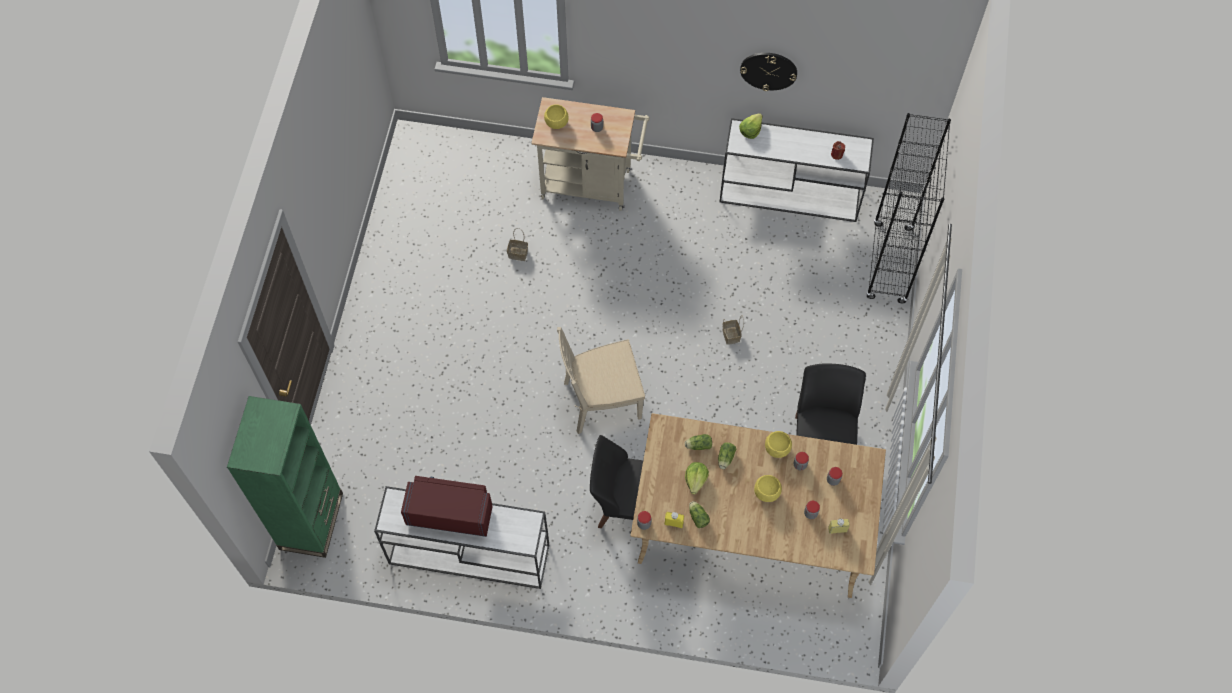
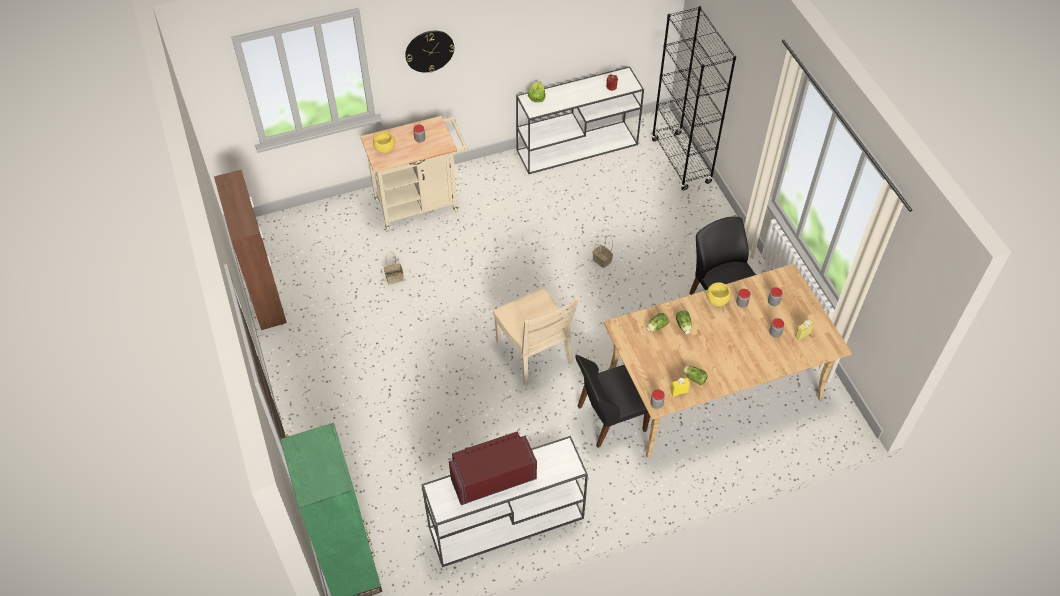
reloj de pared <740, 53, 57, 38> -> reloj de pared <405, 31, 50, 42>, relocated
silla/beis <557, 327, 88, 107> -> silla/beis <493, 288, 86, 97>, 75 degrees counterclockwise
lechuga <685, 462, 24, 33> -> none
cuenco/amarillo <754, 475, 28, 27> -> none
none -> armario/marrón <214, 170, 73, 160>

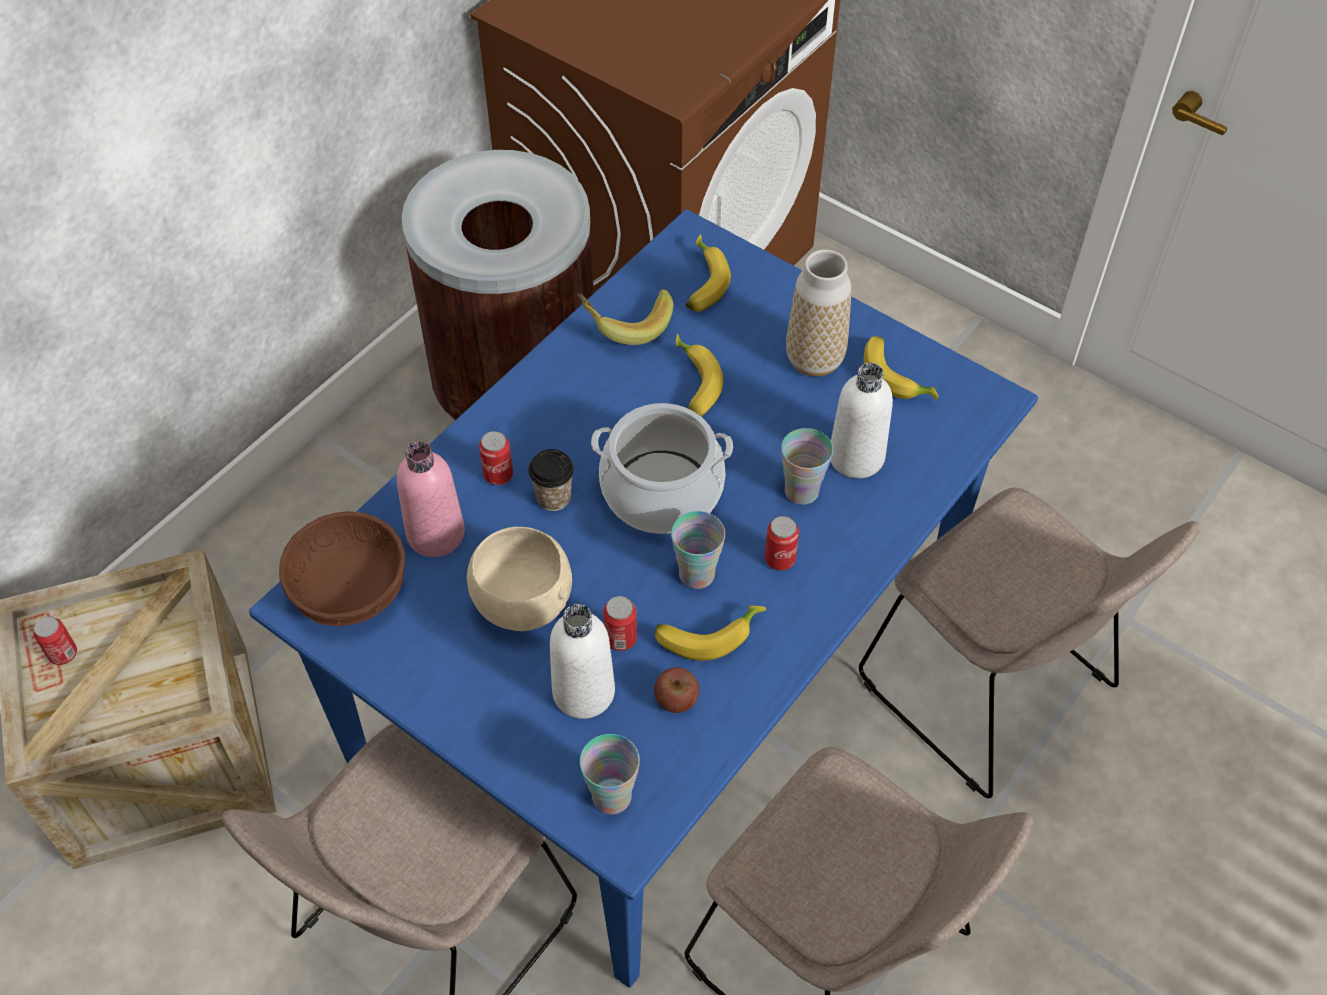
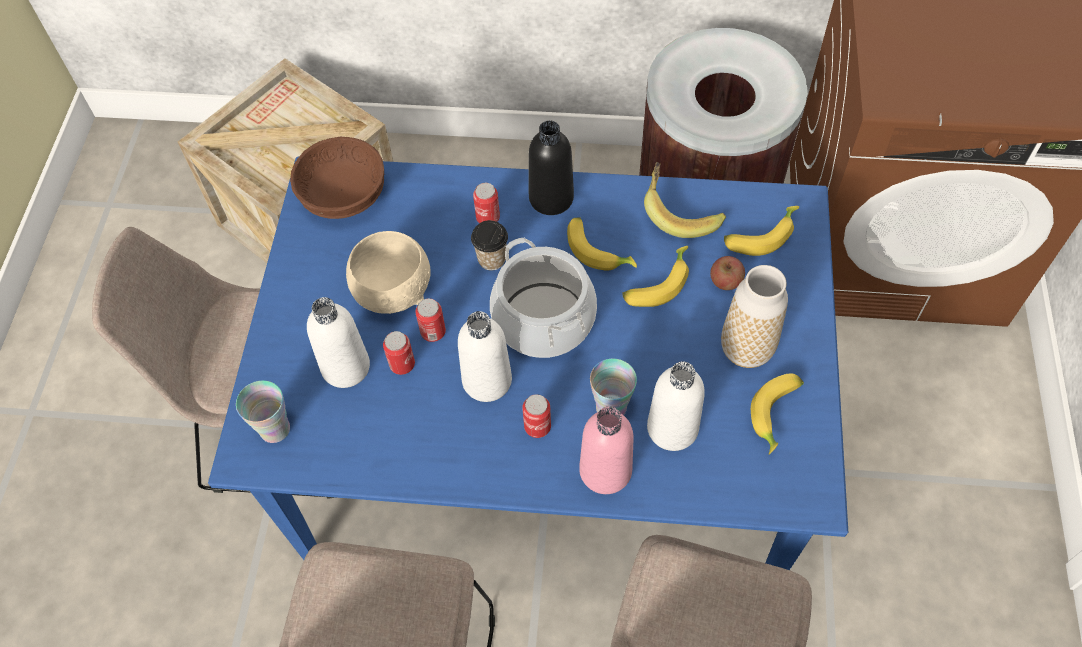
botella/rosa <397, 441, 68, 116> -> botella/rosa <579, 407, 55, 87>, relocated
taza <671, 511, 54, 78> -> botella/blanco <458, 311, 54, 91>
plátano <655, 606, 111, 55> -> plátano <567, 217, 70, 53>, relocated
lata <33, 616, 44, 49> -> lata <415, 298, 31, 44>, relocated
manzana <654, 667, 45, 46> -> manzana <710, 256, 35, 34>, relocated
none -> botella/negro <529, 120, 45, 95>

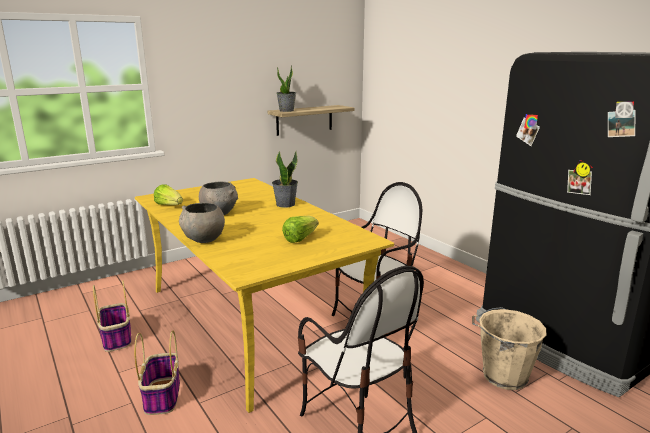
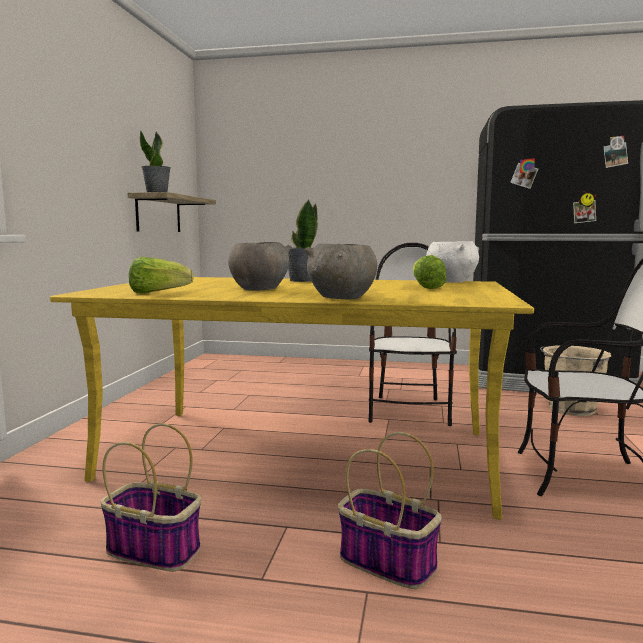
none -> cuenco/blanco <426, 241, 53, 41>

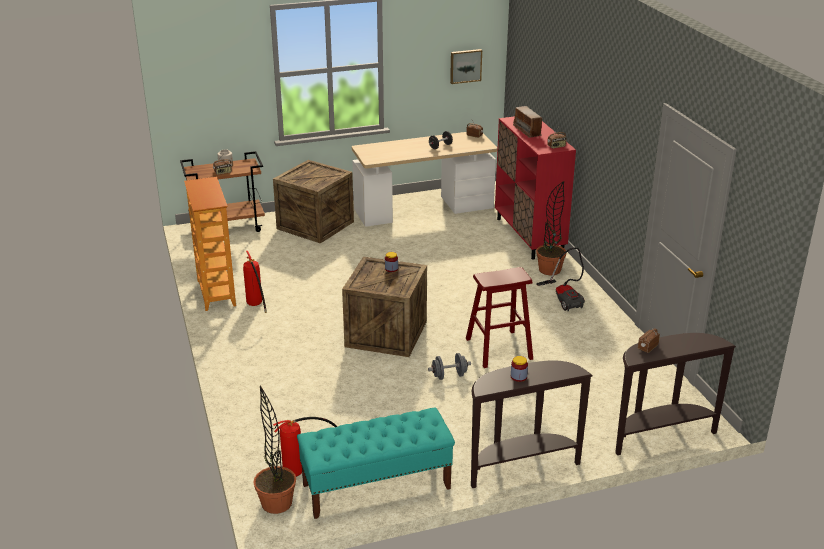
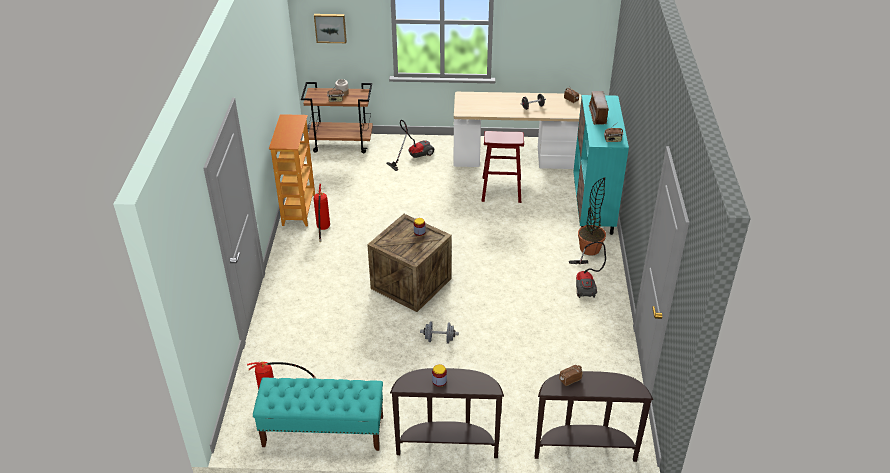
cuadro <450, 49, 32, 35> -> cuadro <314, 14, 33, 29>, relocated
armario/rojo <495, 116, 81, 144> -> armario/turquesa <573, 95, 56, 140>
caja de embalaje <273, 160, 81, 83> -> aspiradora <386, 120, 49, 51>
taburete/rojo <466, 267, 67, 101> -> taburete/rojo <482, 131, 42, 72>, relocated
planta en maceta <253, 386, 43, 128> -> none

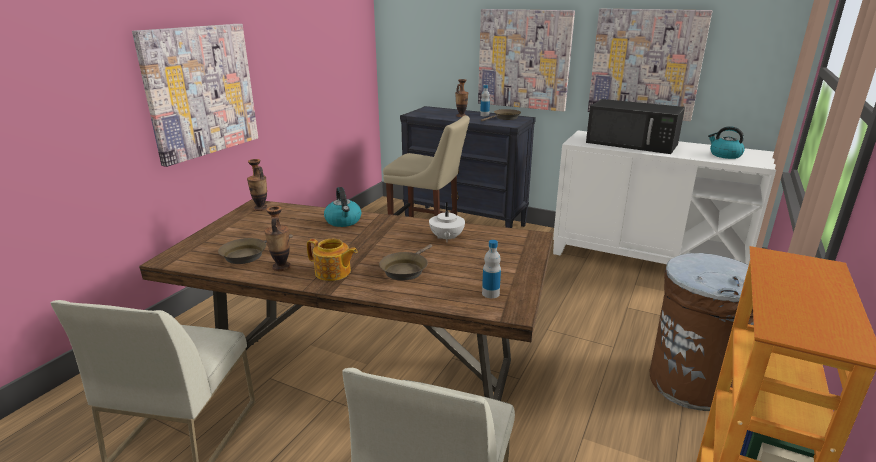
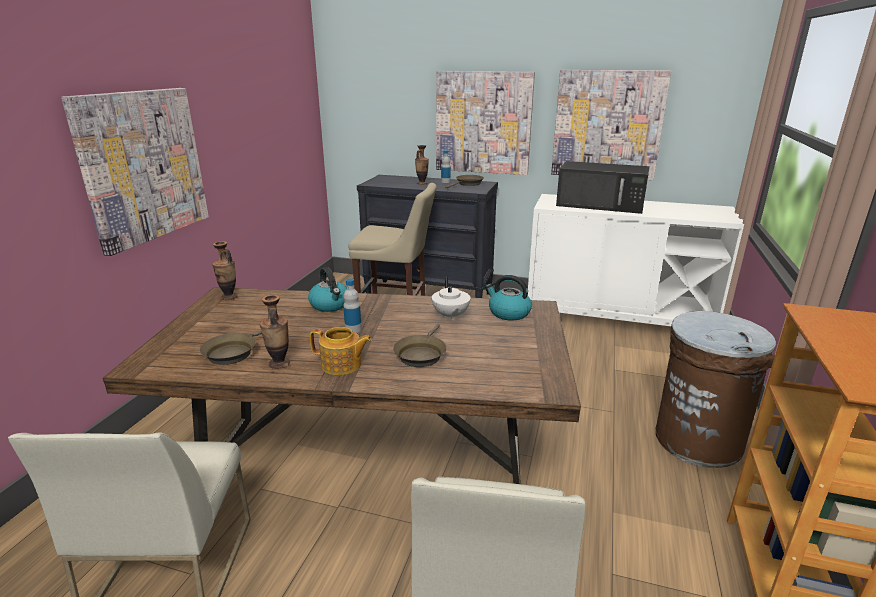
hervidor <708, 126, 37, 33> -> hervidor <485, 275, 47, 46>, relocated
botella <482, 240, 19, 58> -> botella <343, 278, 19, 55>, relocated

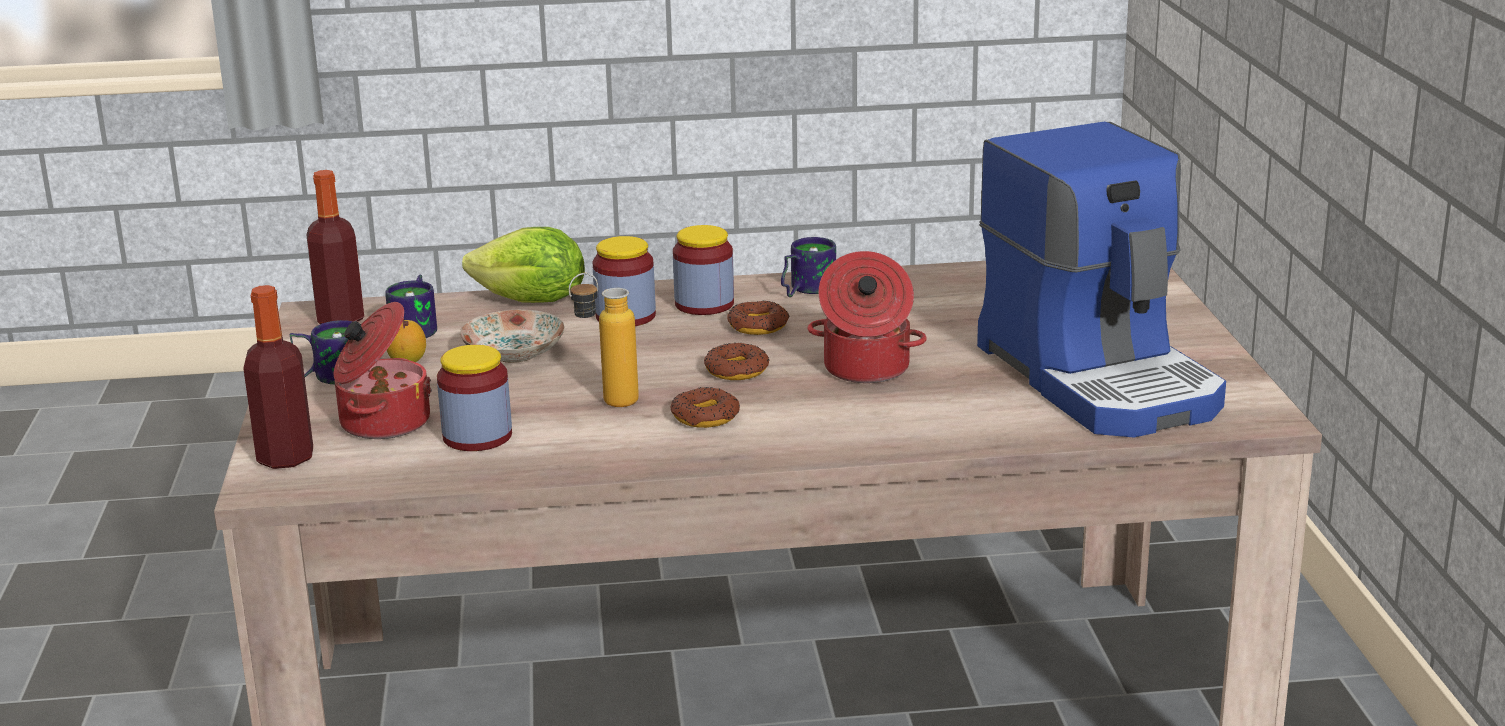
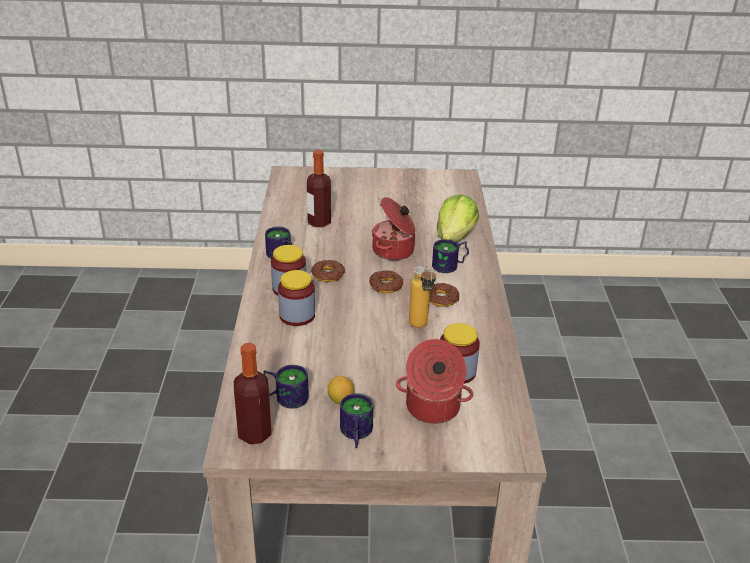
cafetera <977, 122, 249, 316> -> none
lechuga <462, 227, 123, 76> -> lechuga <437, 194, 42, 48>, relocated
botella <243, 285, 70, 184> -> botella <307, 150, 24, 77>, relocated
plato <460, 310, 105, 53> -> none
none -> taza grande <432, 239, 37, 34>

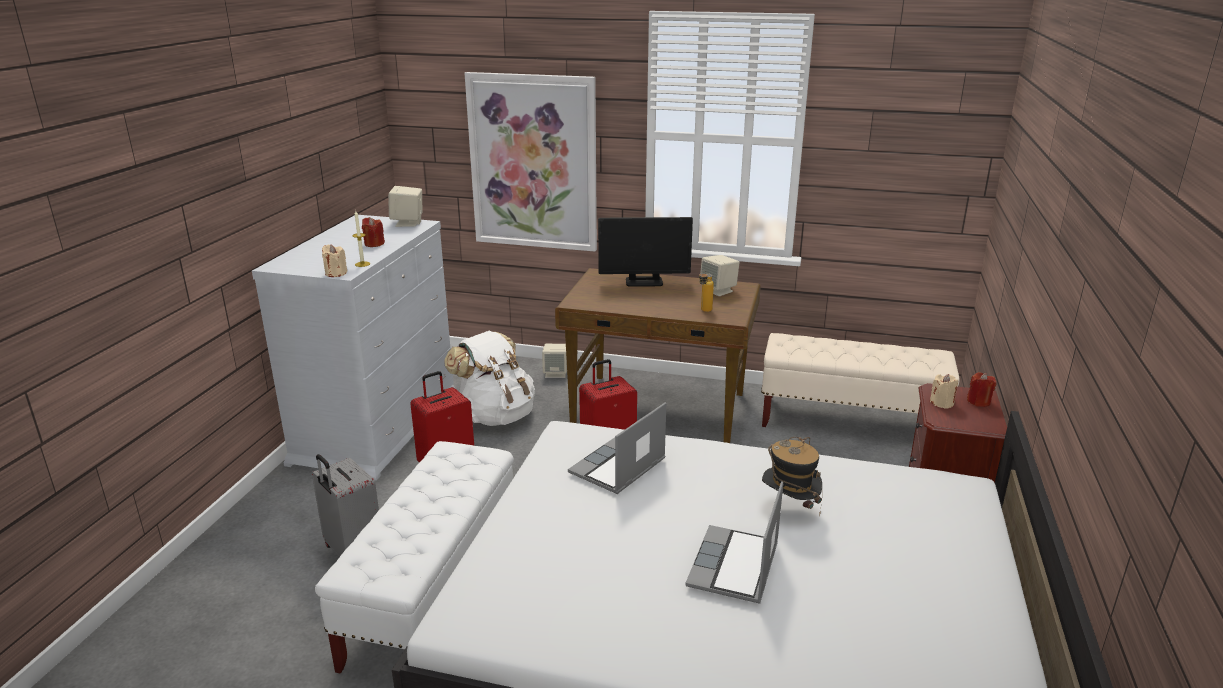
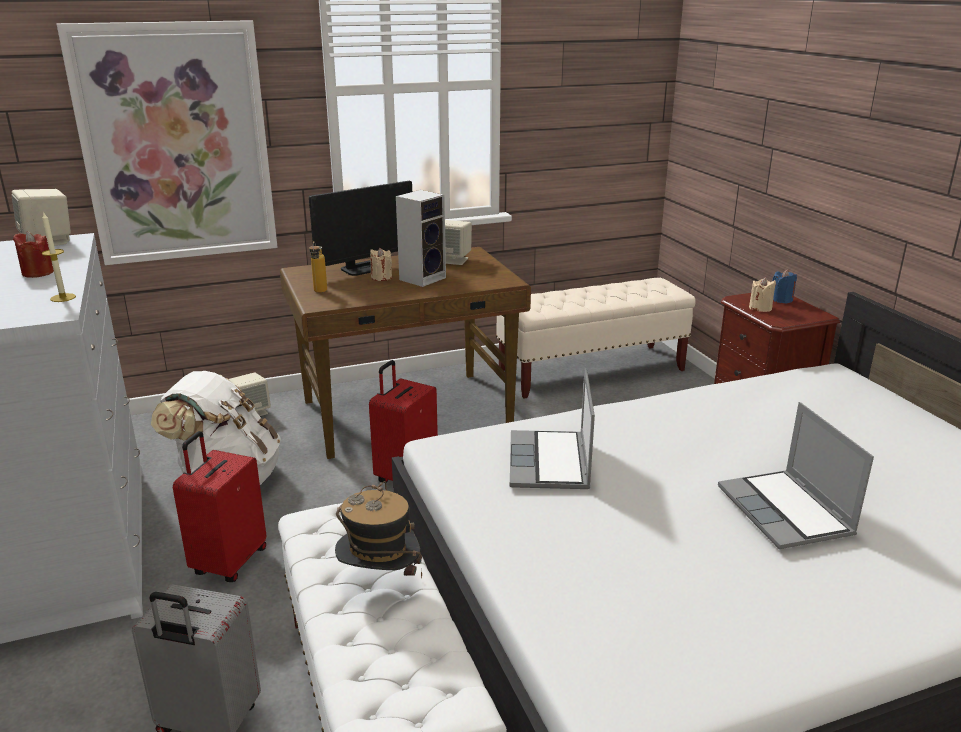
vela/beis <322, 245, 25, 32> -> vela/beis <370, 248, 22, 33>, relocated
botella <699, 270, 15, 42> -> botella <309, 241, 18, 52>, relocated
vela/rojo <967, 372, 29, 35> -> vela/azul <772, 270, 25, 34>
sombrero <762, 437, 60, 79> -> sombrero <335, 481, 87, 98>, relocated
none -> altavoz <396, 190, 50, 97>

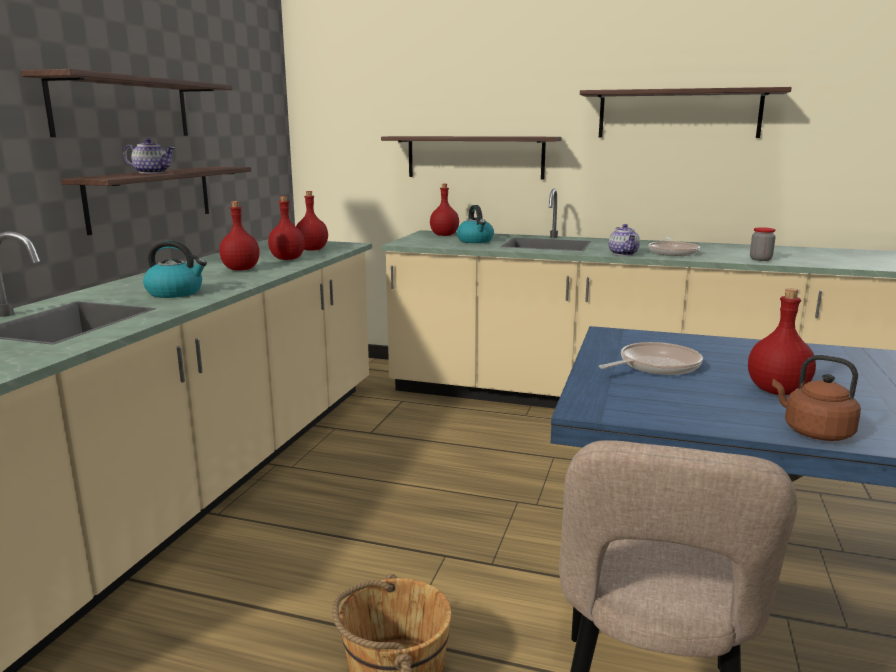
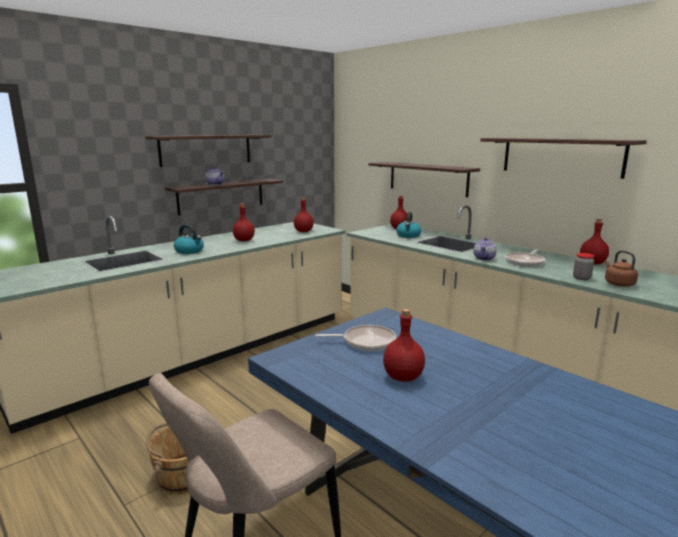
botella/rojo <268, 196, 37, 64> -> botella/rojo <580, 219, 29, 46>, relocated
hervidor/marrón <772, 355, 89, 86> -> hervidor/marrón <605, 250, 33, 37>, relocated

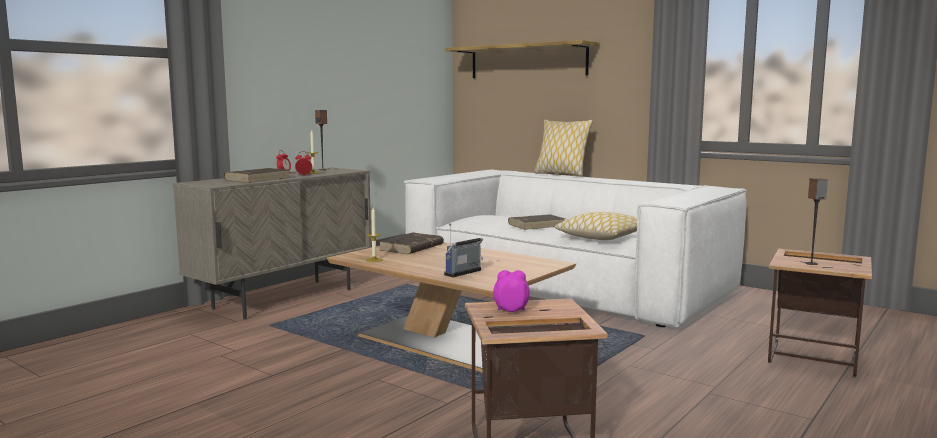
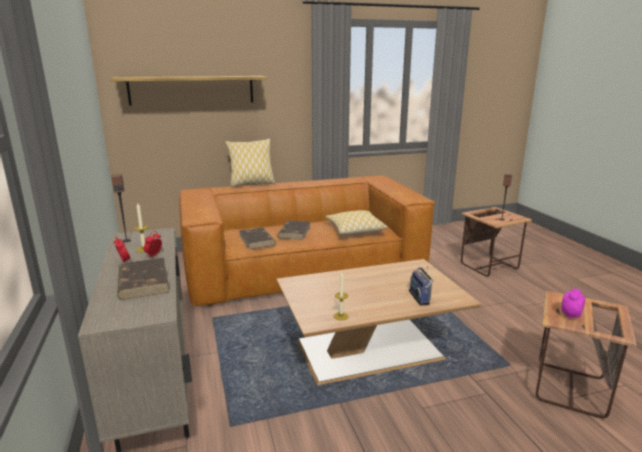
sofá/blanco <404, 169, 343, 158> -> sofá/marrón <179, 175, 256, 131>
libro/marrón <379, 232, 65, 22> -> libro/marrón <239, 227, 37, 22>, relocated

